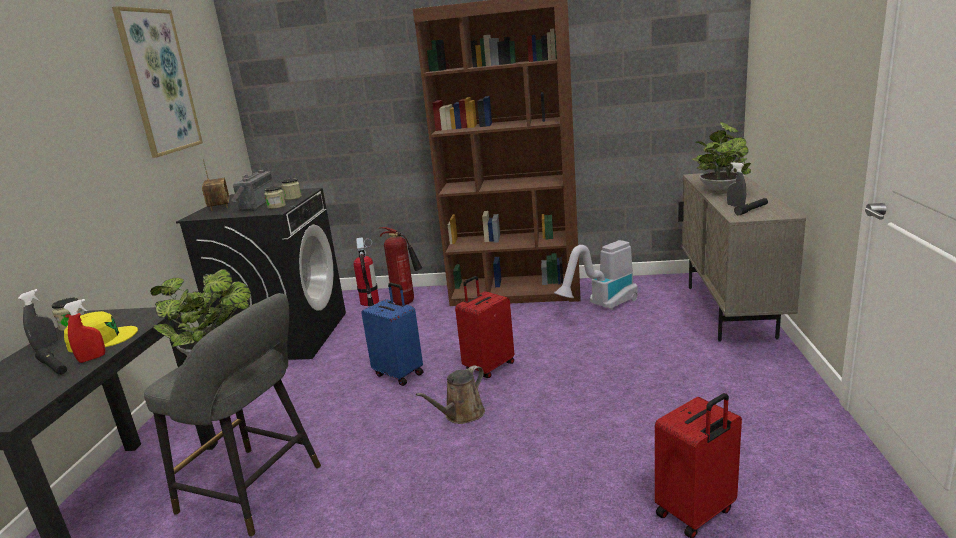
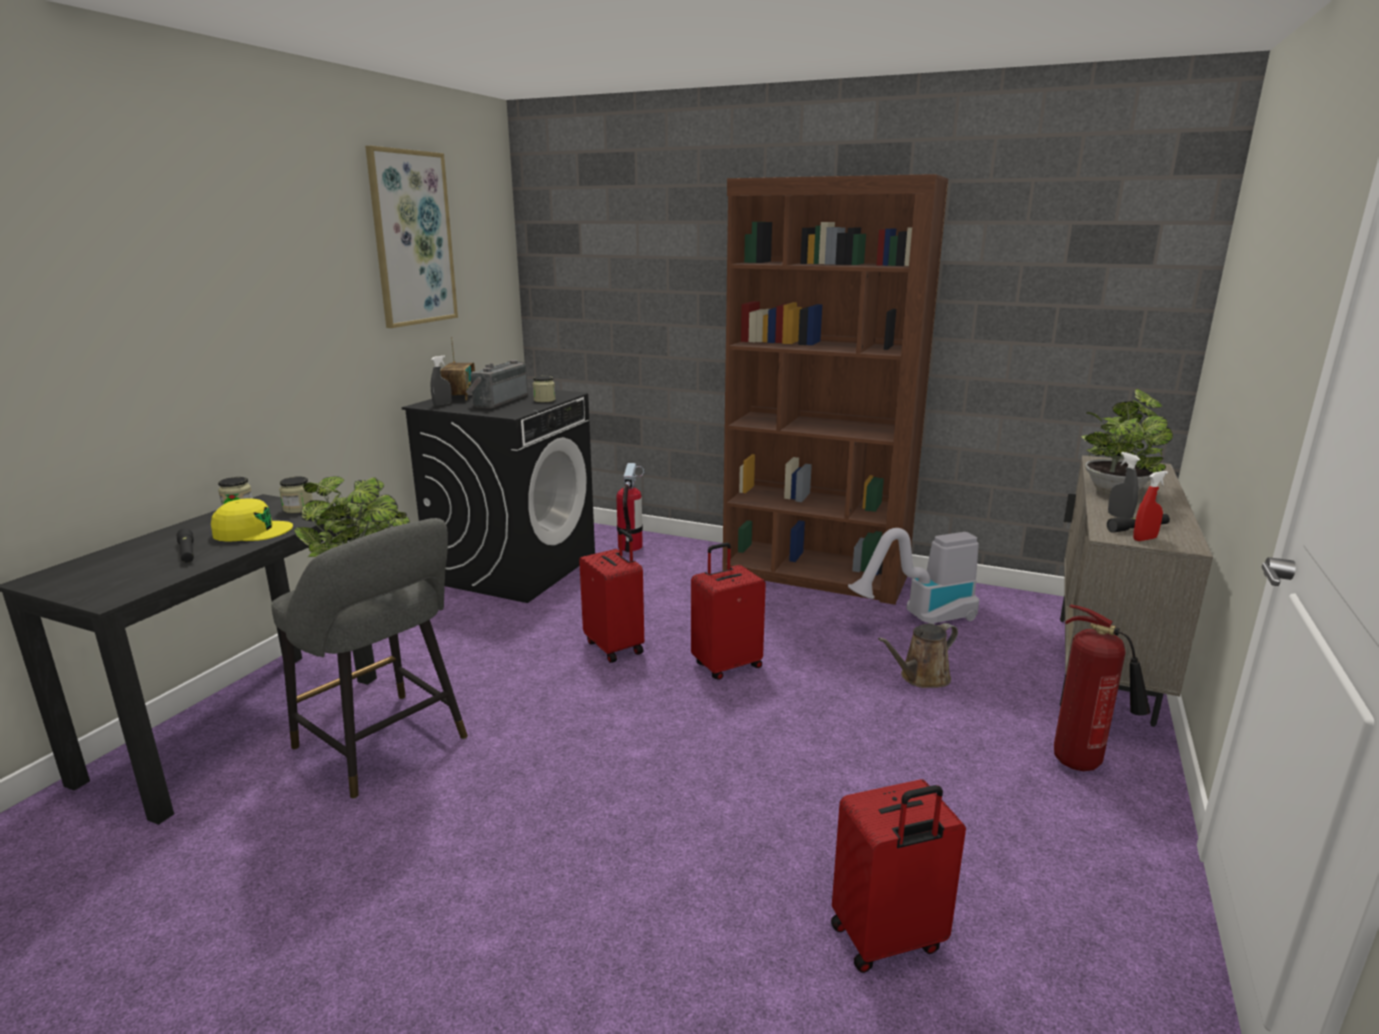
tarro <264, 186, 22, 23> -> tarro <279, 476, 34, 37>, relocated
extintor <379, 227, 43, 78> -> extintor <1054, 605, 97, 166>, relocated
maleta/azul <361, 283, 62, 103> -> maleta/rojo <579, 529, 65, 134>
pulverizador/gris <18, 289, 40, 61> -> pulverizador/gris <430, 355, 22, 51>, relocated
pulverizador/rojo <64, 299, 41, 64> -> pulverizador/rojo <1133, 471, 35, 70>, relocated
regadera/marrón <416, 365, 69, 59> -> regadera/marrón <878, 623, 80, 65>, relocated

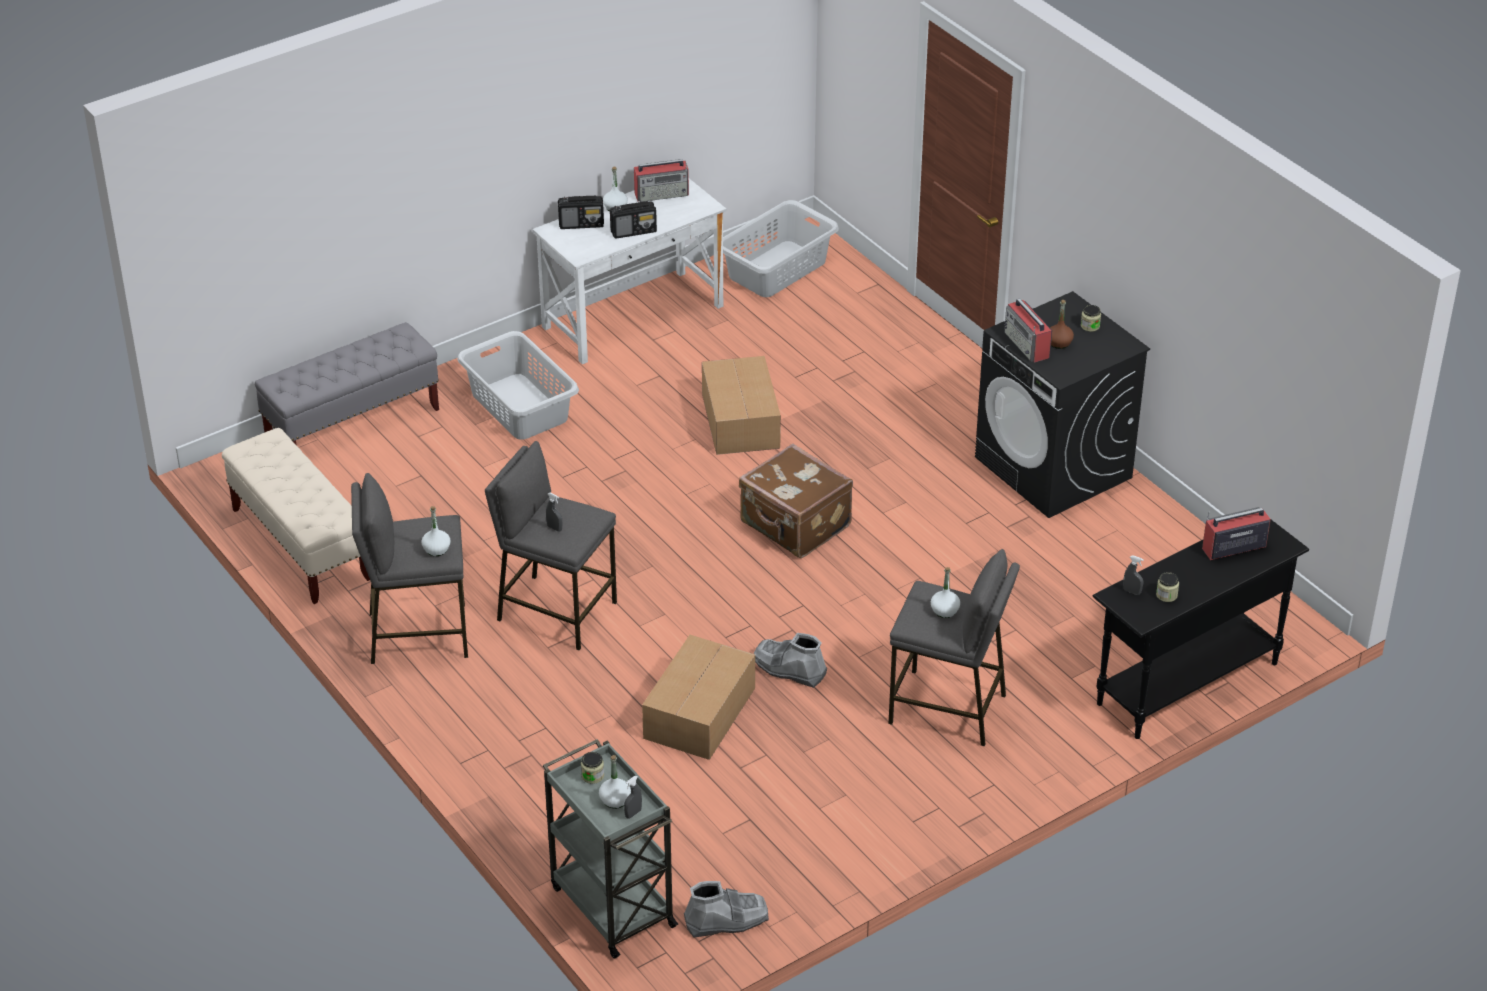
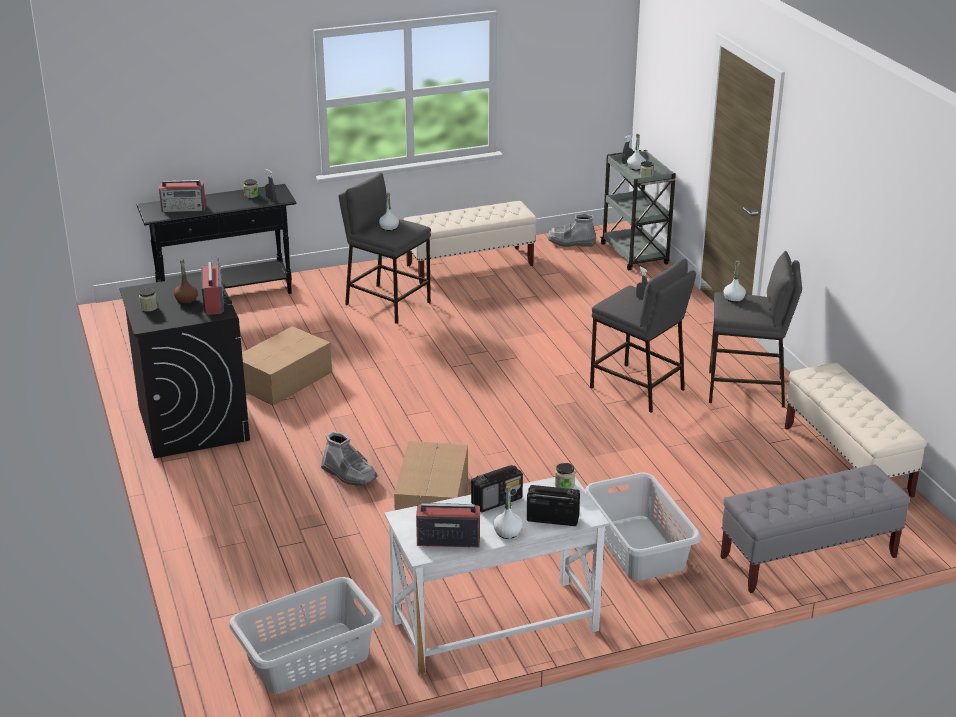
radio <610, 201, 47, 38> -> radio <471, 465, 52, 47>, 150 degrees clockwise
maleta/marrón <739, 444, 114, 114> -> none
bota/gris <754, 633, 73, 55> -> bota/gris <321, 431, 56, 55>, relocated
caja de cartón <642, 635, 113, 125> -> caja de cartón <242, 326, 90, 79>, relocated
none -> banco/beis <404, 201, 133, 83>
none -> tarro <555, 463, 20, 26>

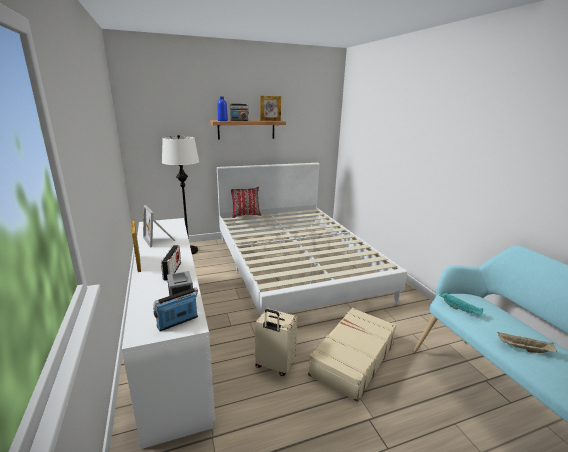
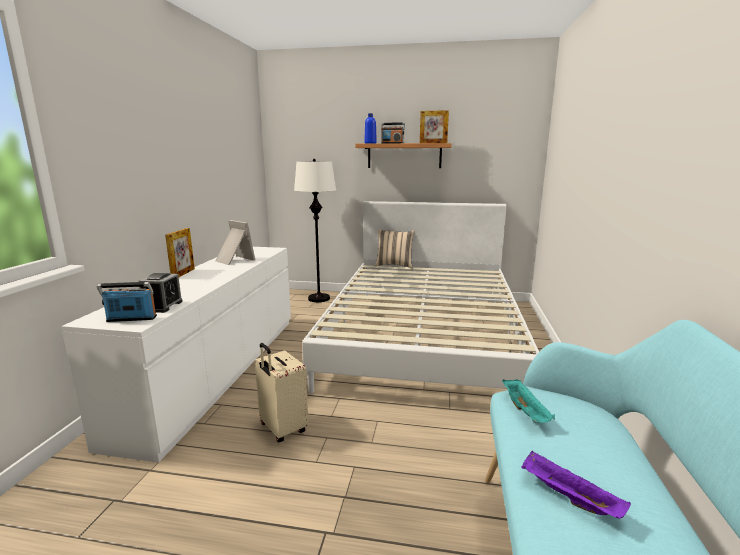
cojín/rojo <231, 187, 30, 31> -> cojín/beis <375, 230, 40, 38>
portarretratos <143, 205, 32, 43> -> portarretratos <216, 220, 39, 45>, 135 degrees clockwise
radio <161, 245, 20, 35> -> none
maleta/beis <308, 307, 88, 95> -> none
bandeja/beis <498, 332, 59, 21> -> bandeja/morado <521, 450, 110, 69>

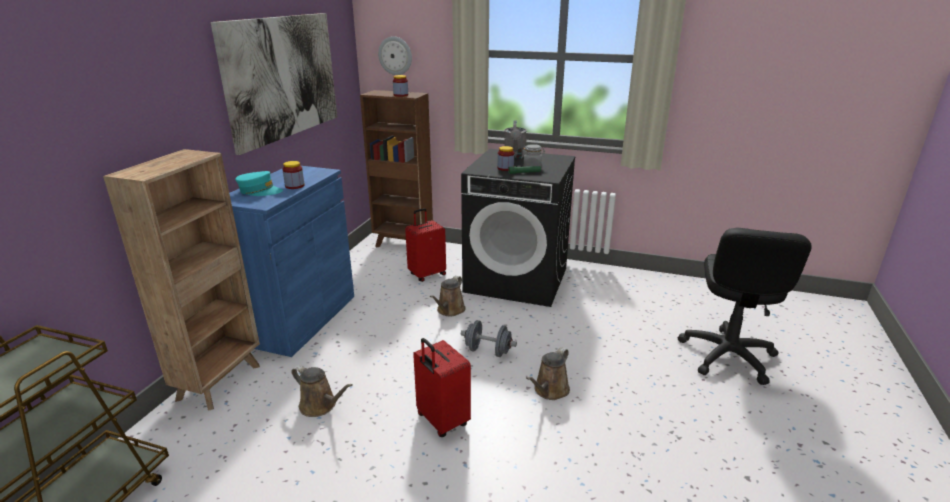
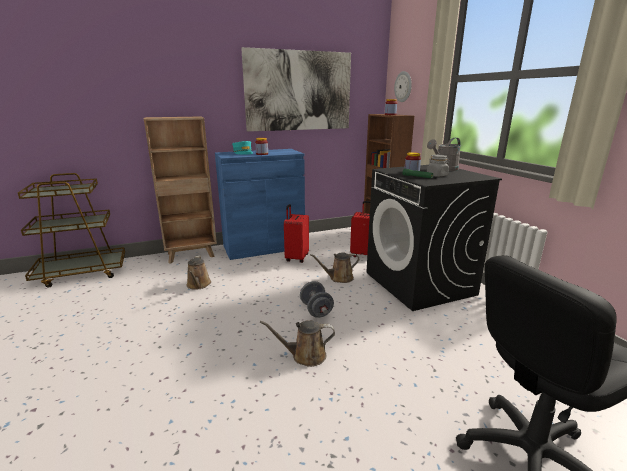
maleta/rojo <413, 338, 58, 99> -> maleta/rojo <284, 204, 25, 59>, relocated

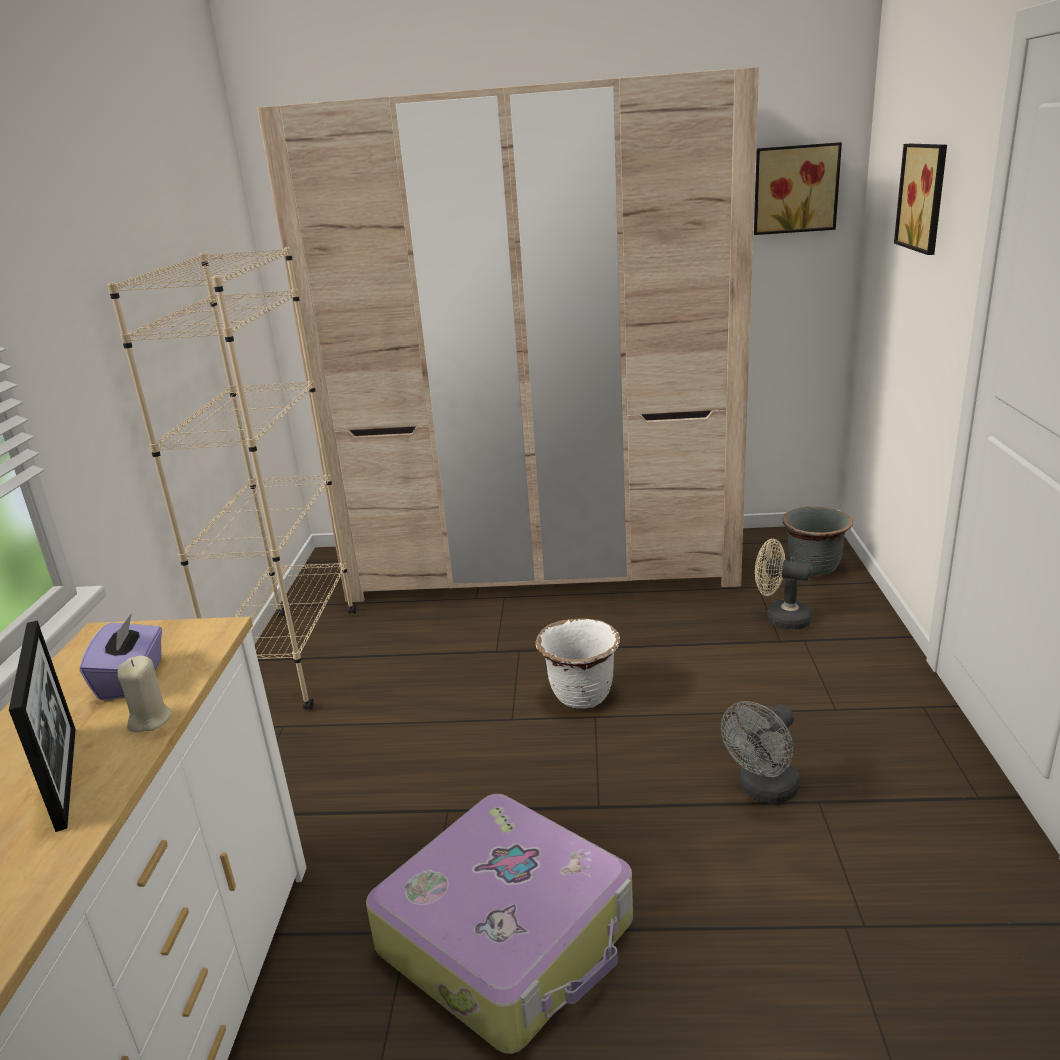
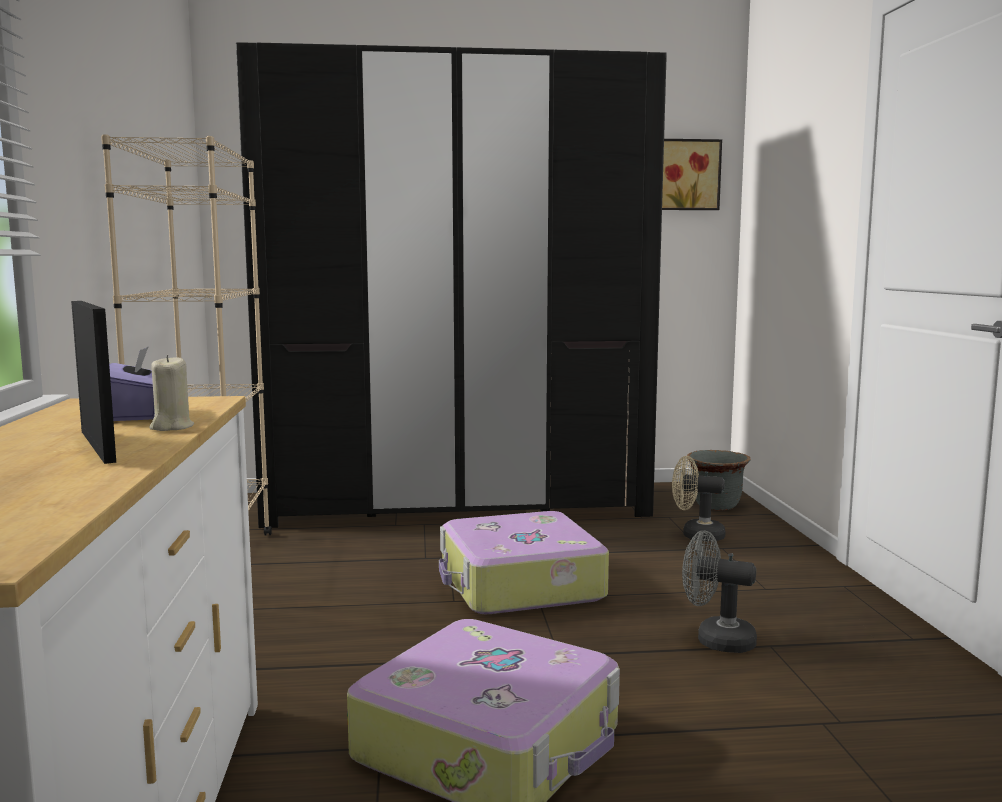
armario ropero/beis <257, 67, 502, 535> -> armario ropero/negro <236, 42, 431, 486>
cuadro <894, 144, 53, 111> -> none
maceta/blanco <536, 618, 84, 91> -> maleta <439, 511, 170, 103>
ventilador/gris <721, 701, 79, 103> -> ventilador/gris <682, 531, 75, 122>, 75 degrees clockwise

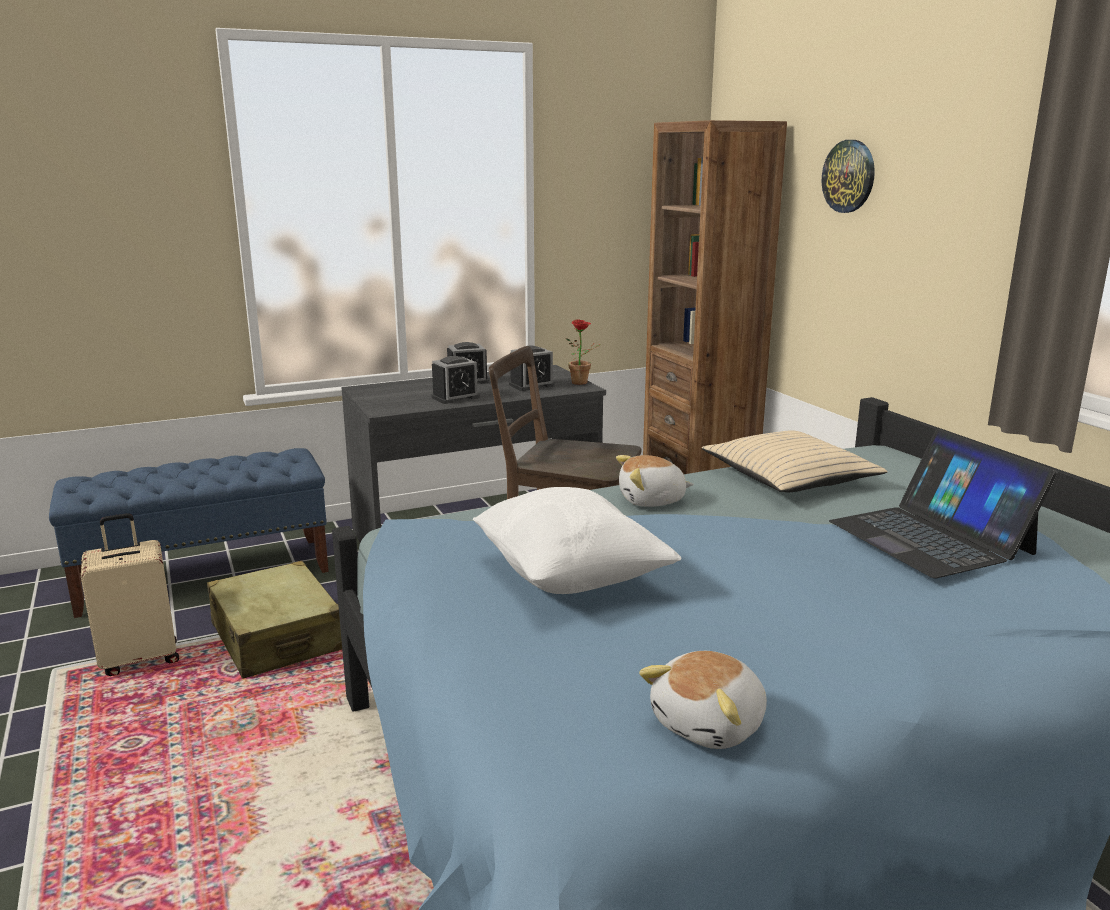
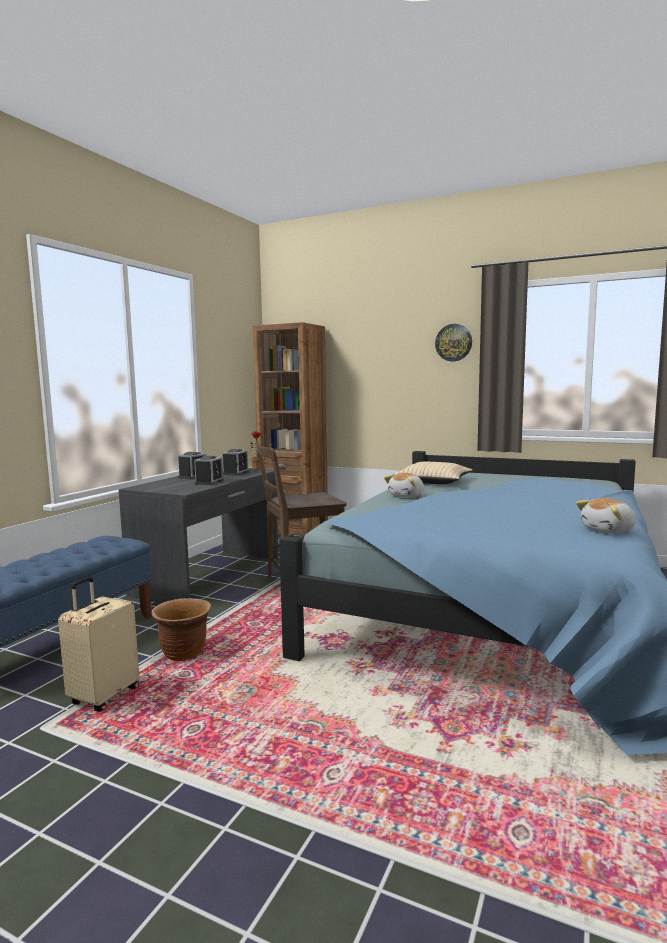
reloj de pared <822, 140, 53, 73> -> reloj de pared <435, 324, 37, 37>, relocated
portátil <829, 429, 229, 149> -> none
cojín/blanco <473, 487, 208, 107> -> none
maleta/beis <207, 561, 135, 118> -> maceta/marrón <151, 598, 60, 63>
peluche <639, 651, 128, 98> -> peluche <576, 498, 60, 35>, 60 degrees clockwise

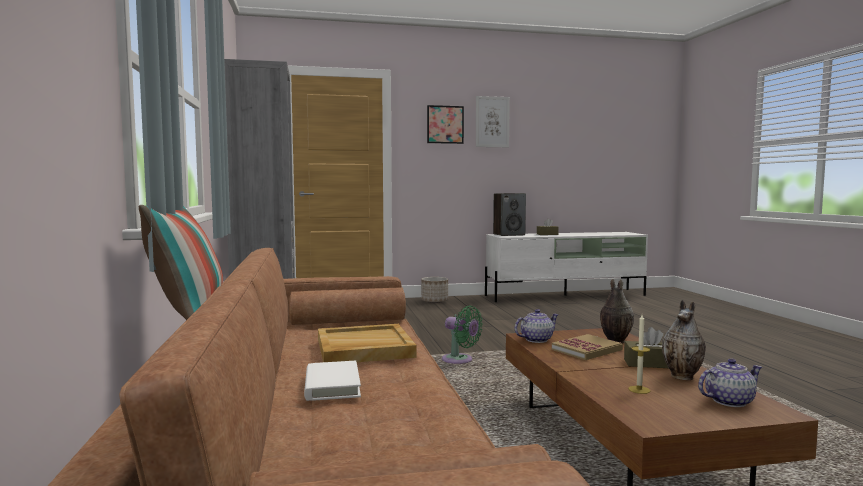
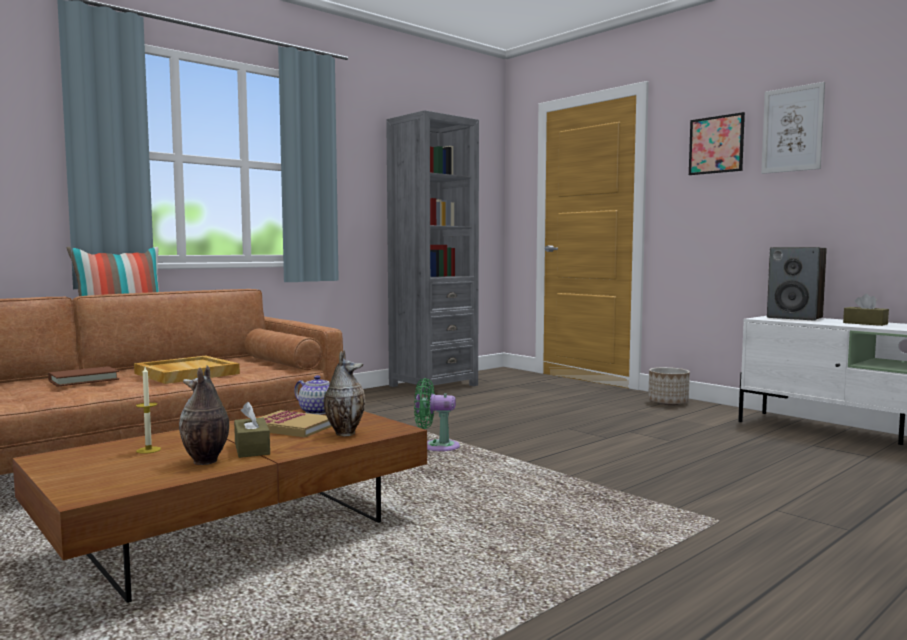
ventilador/verde <442, 305, 41, 59> -> ventilador/verde <414, 378, 46, 73>, 90 degrees clockwise
tetera <698, 358, 64, 49> -> none
libro/blanco <304, 361, 57, 40> -> libro/marrón <48, 366, 71, 21>

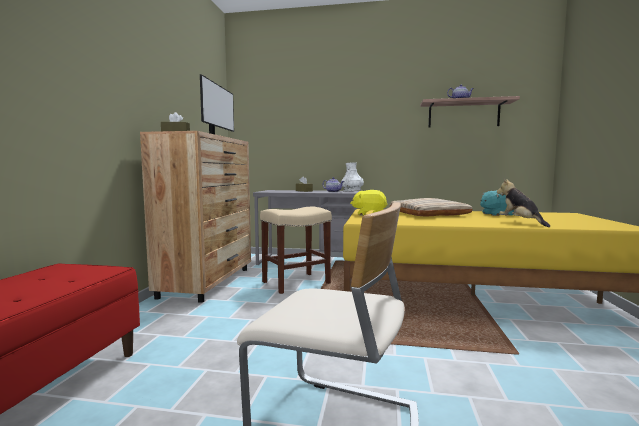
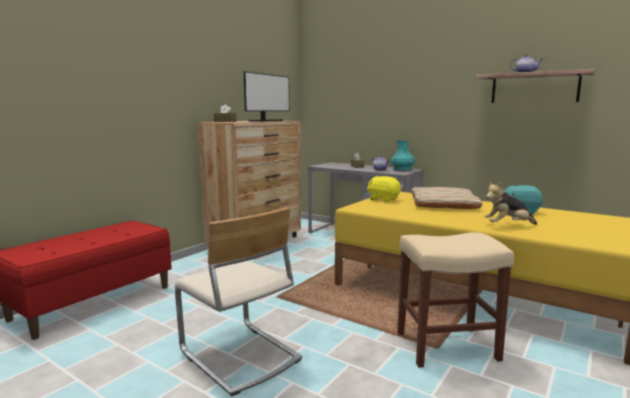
florero/blanco <341, 163, 23, 29> -> florero/turquesa <391, 141, 24, 29>
peluche <497, 179, 53, 48> -> peluche <484, 182, 53, 43>, 105 degrees counterclockwise
taburete/beis <260, 207, 72, 87> -> taburete/beis <397, 232, 117, 136>, relocated

